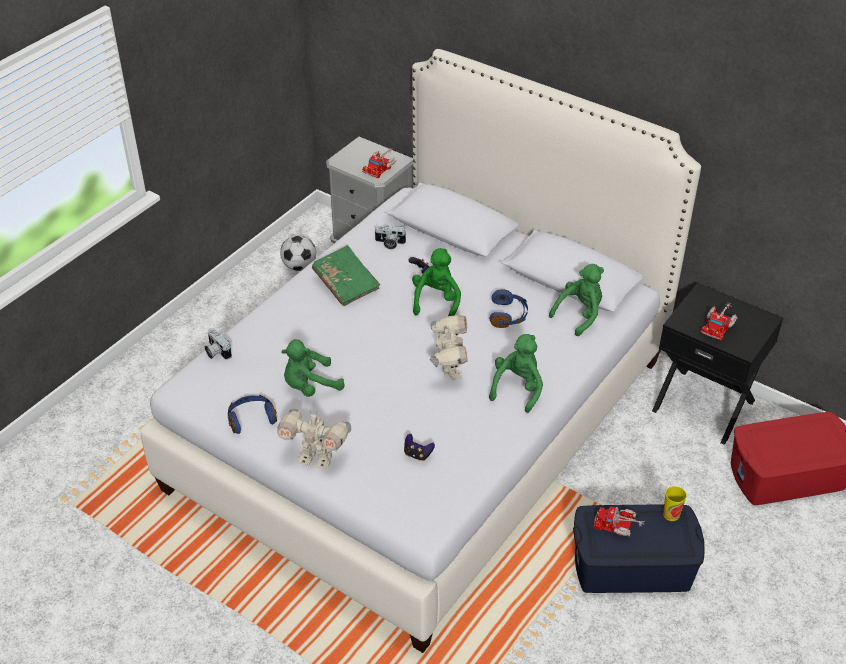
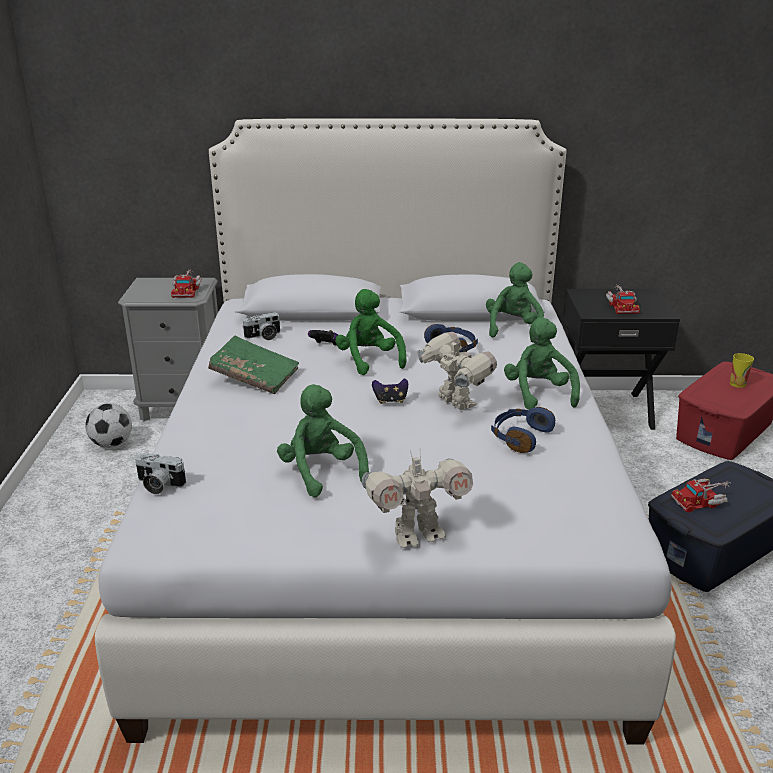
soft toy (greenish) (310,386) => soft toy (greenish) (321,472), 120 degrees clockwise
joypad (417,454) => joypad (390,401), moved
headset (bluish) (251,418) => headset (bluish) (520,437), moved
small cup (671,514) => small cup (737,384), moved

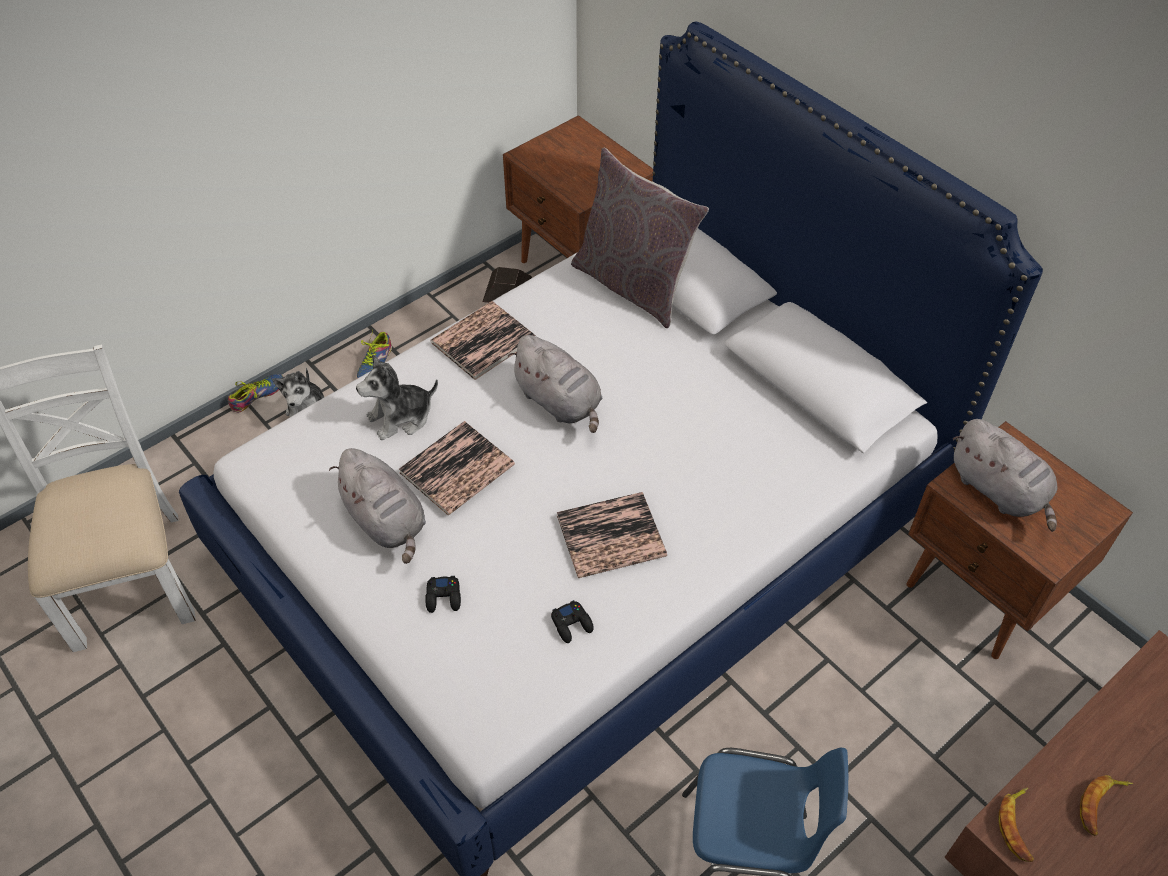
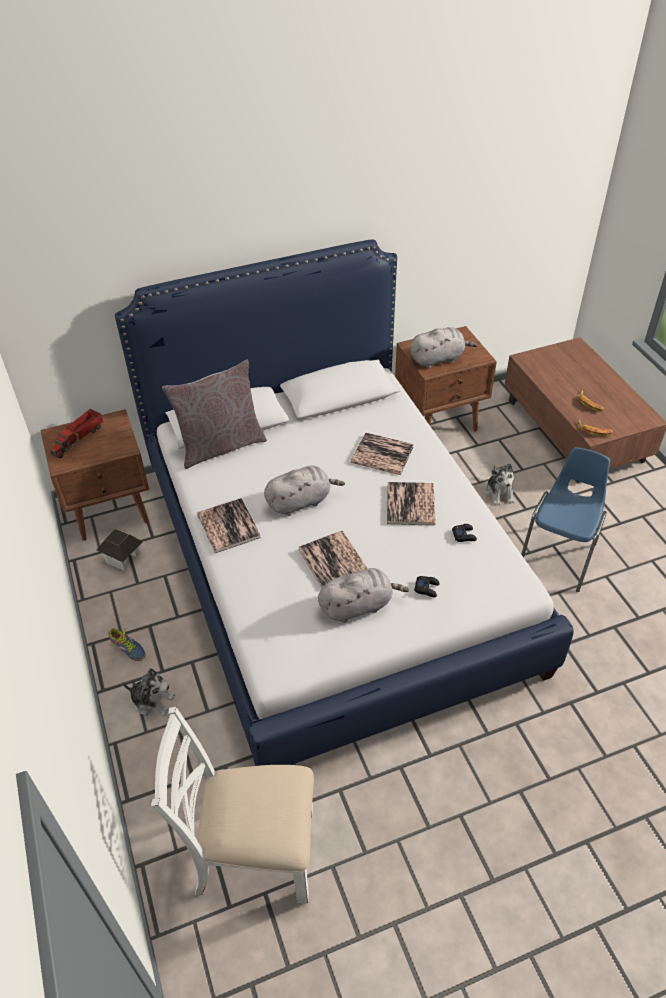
nothing => toy lorry (79,438)
nothing => bound book (382,455)
soft toy (401,418) => soft toy (499,493), moved
low shoe (259,396) => nothing

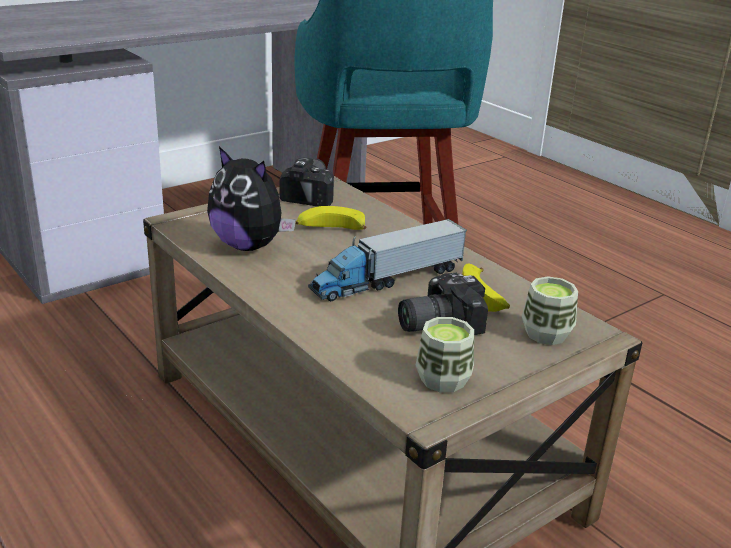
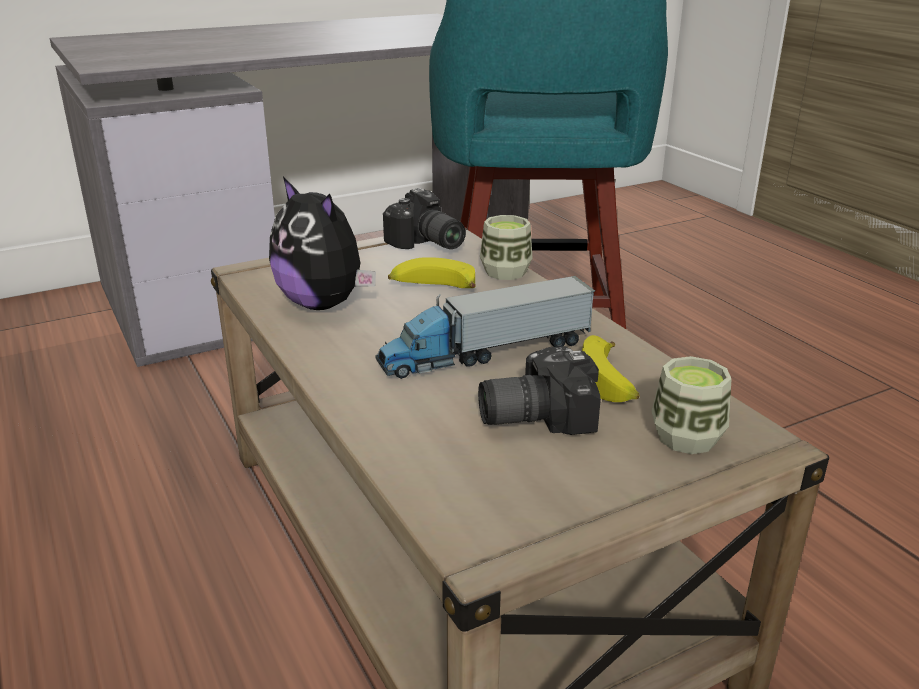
still camera (313,194) => still camera (425,244), 120 degrees clockwise
small cup (443,379) => small cup (505,272), moved

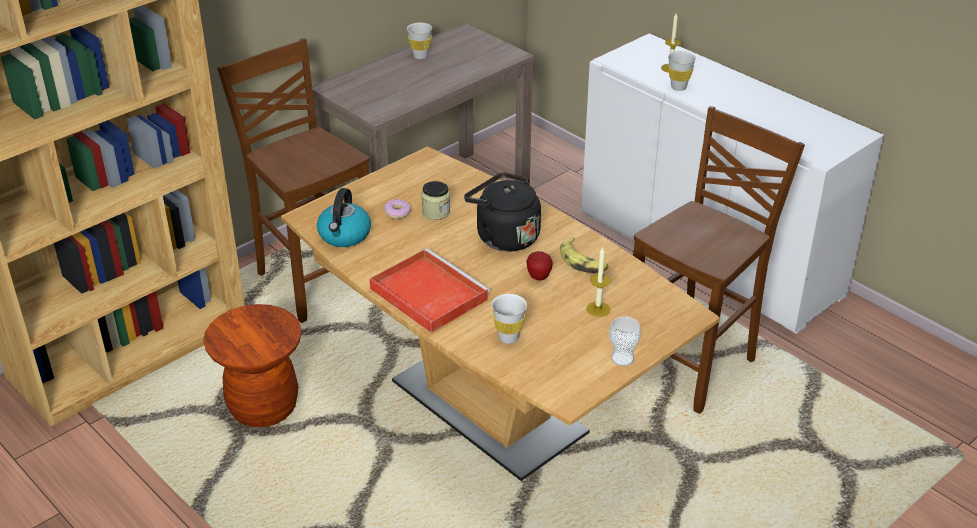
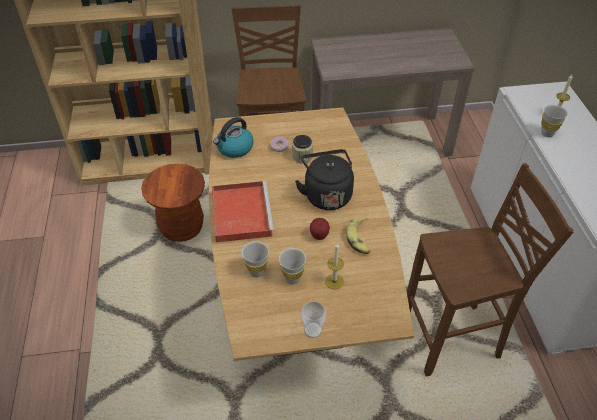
small cup (white-coloured) (420,56) => small cup (white-coloured) (292,278), moved

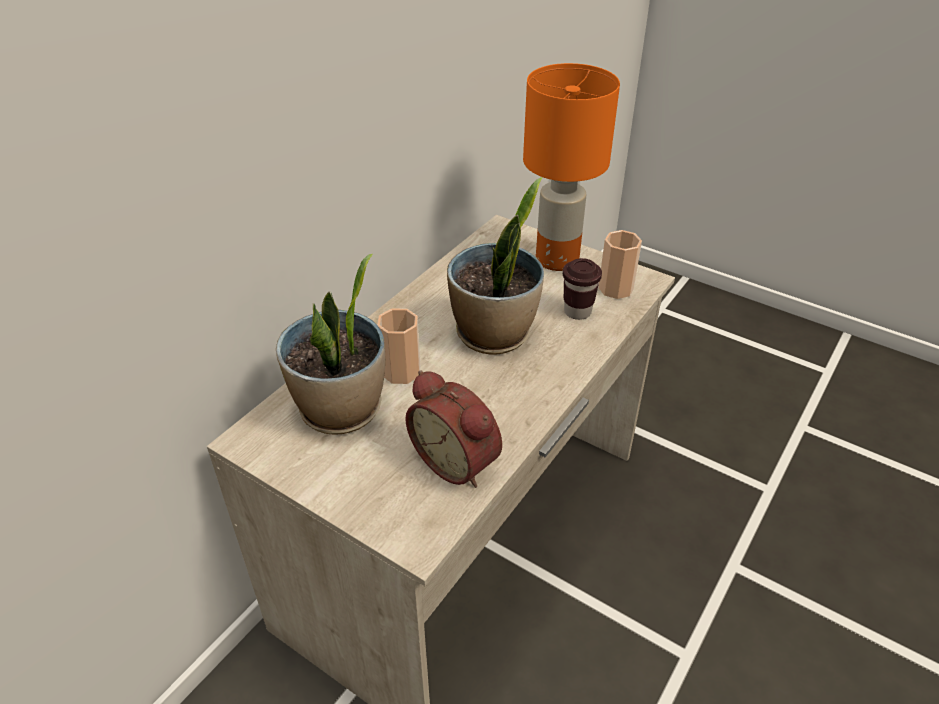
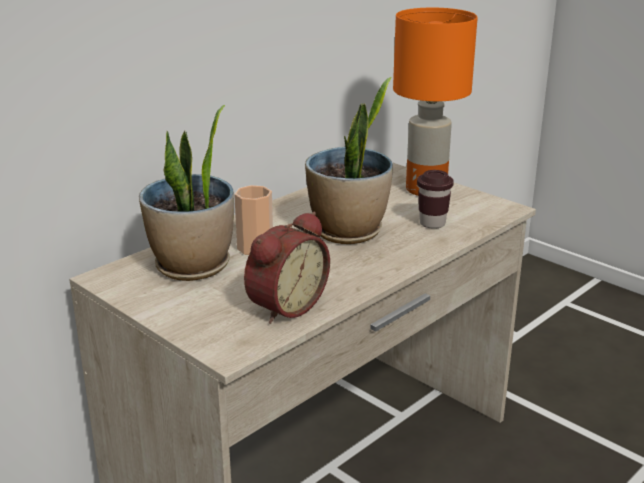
alarm clock (458,460) => alarm clock (284,306), 105 degrees counterclockwise
small cup (615,288) => nothing

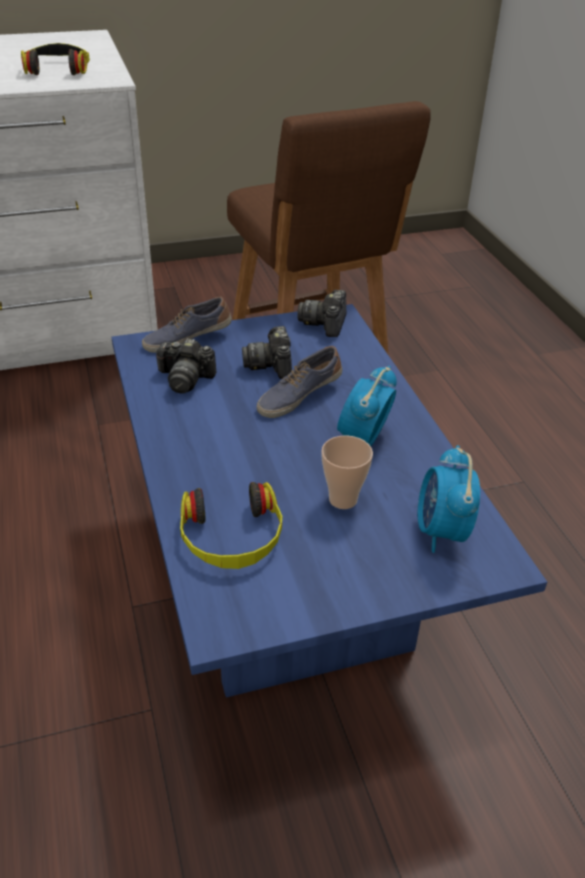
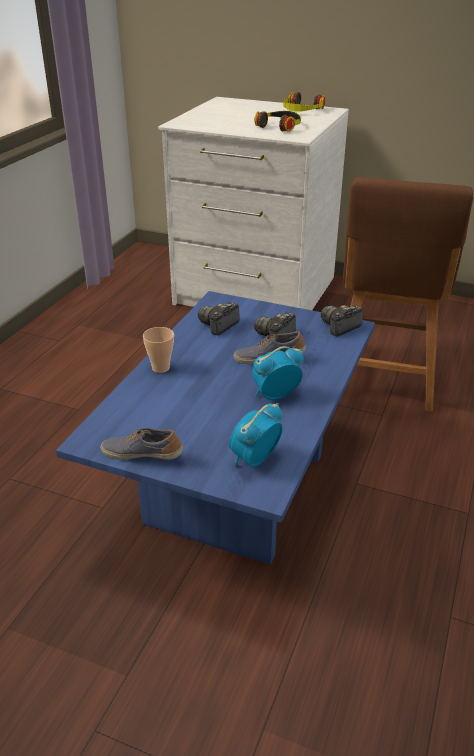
low shoe (187,338) => low shoe (142,454), moved
small cup (343,499) => small cup (160,368), moved
still camera (185,379) => still camera (219,325), 75 degrees clockwise
headset (232,537) => headset (302,110), moved

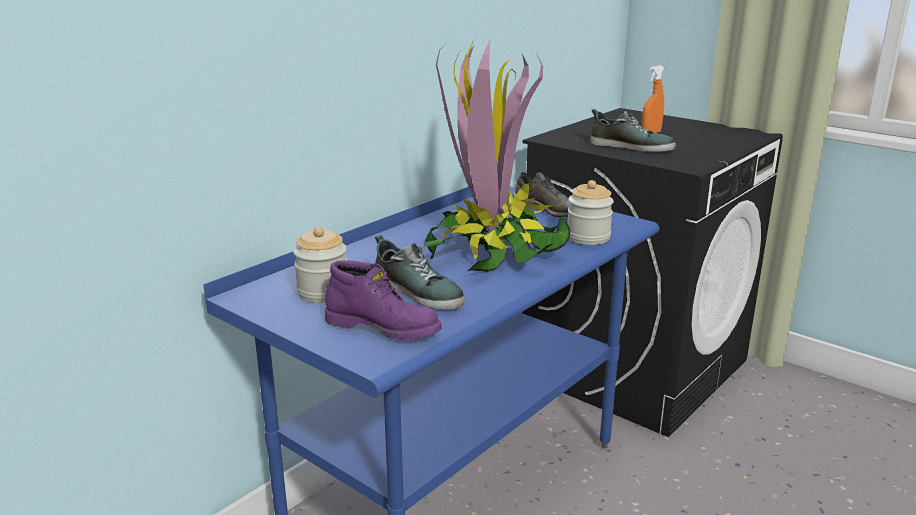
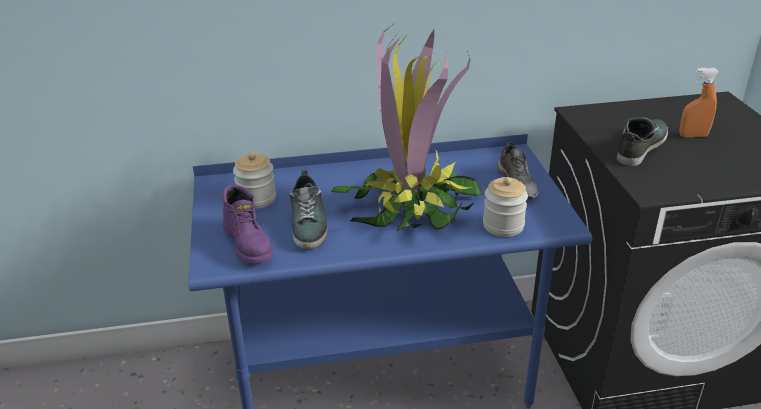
low shoe (631,146) => low shoe (640,146), 120 degrees counterclockwise

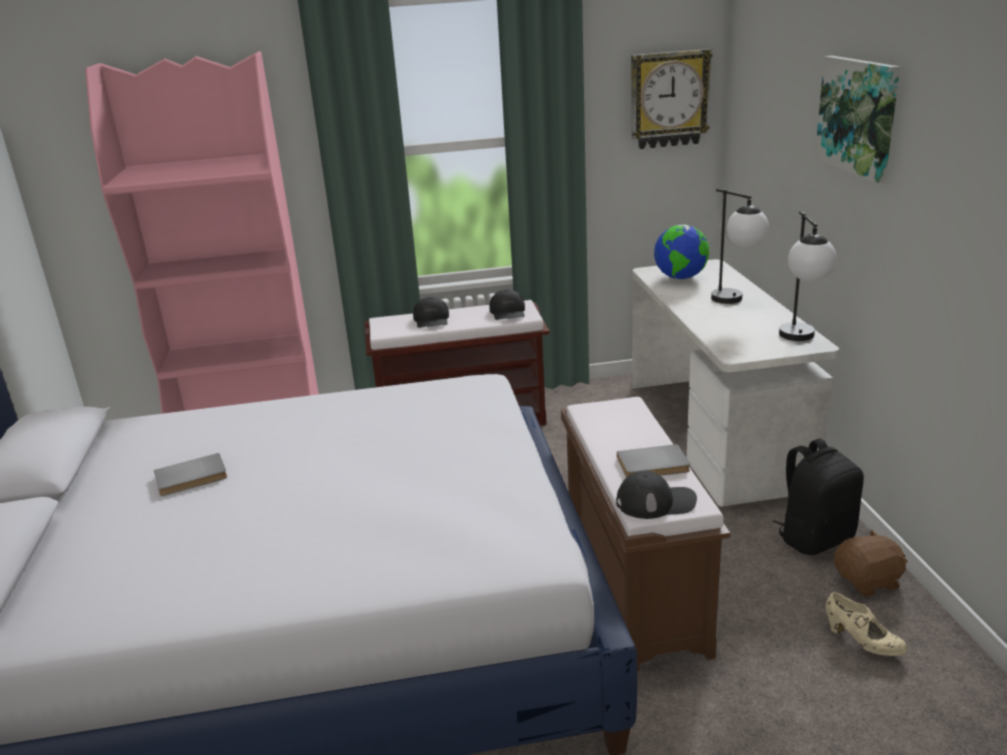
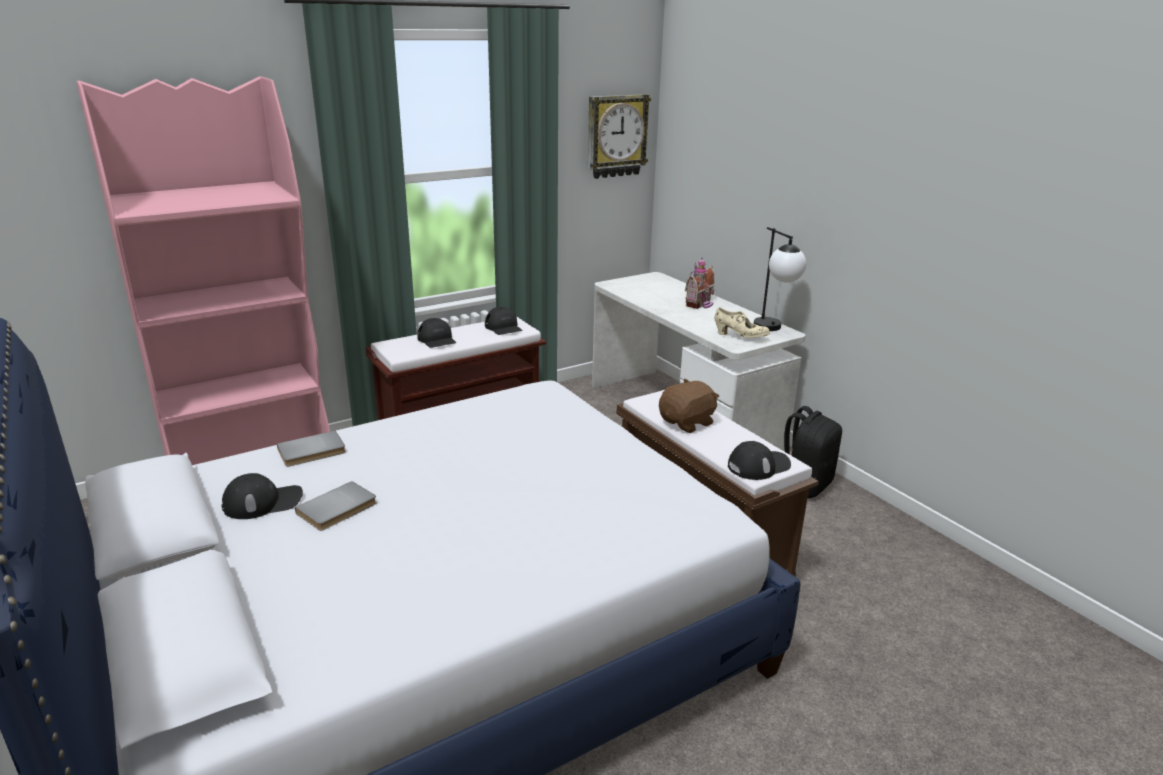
nothing => baseball cap (blackish) (263,502)
bound book (grey) (653,465) => bound book (grey) (312,452), moved
soft toy (brown-coloured) (868,581) => soft toy (brown-coloured) (687,423), moved
tabletop lamp (736,301) => model house (701,304)
low shoe (beige-coloured) (862,642) => low shoe (beige-coloured) (740,337), moved
desk globe (680,278) => nothing
wall picture (858,116) => nothing

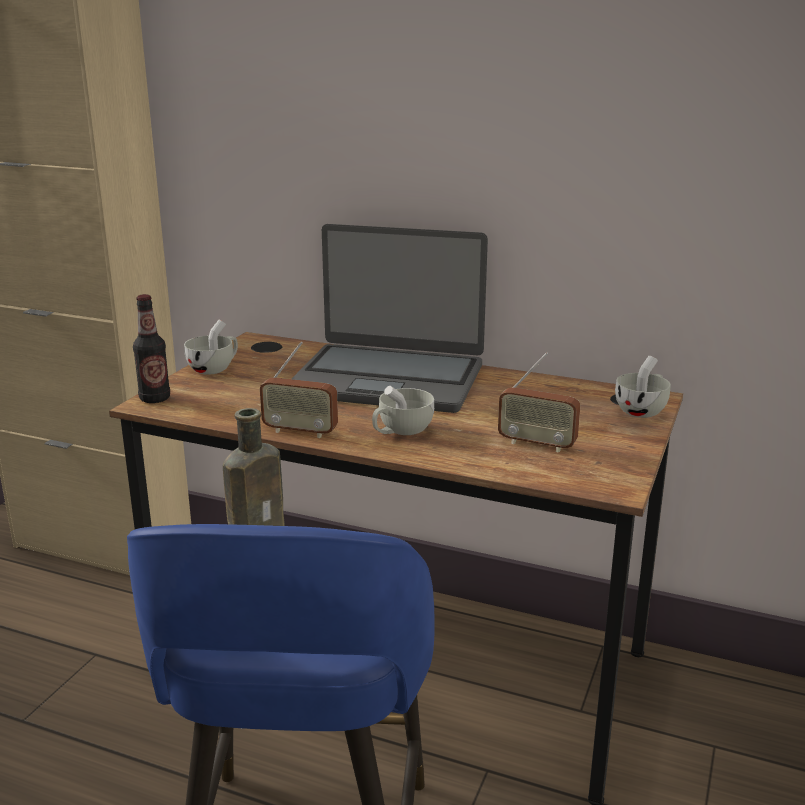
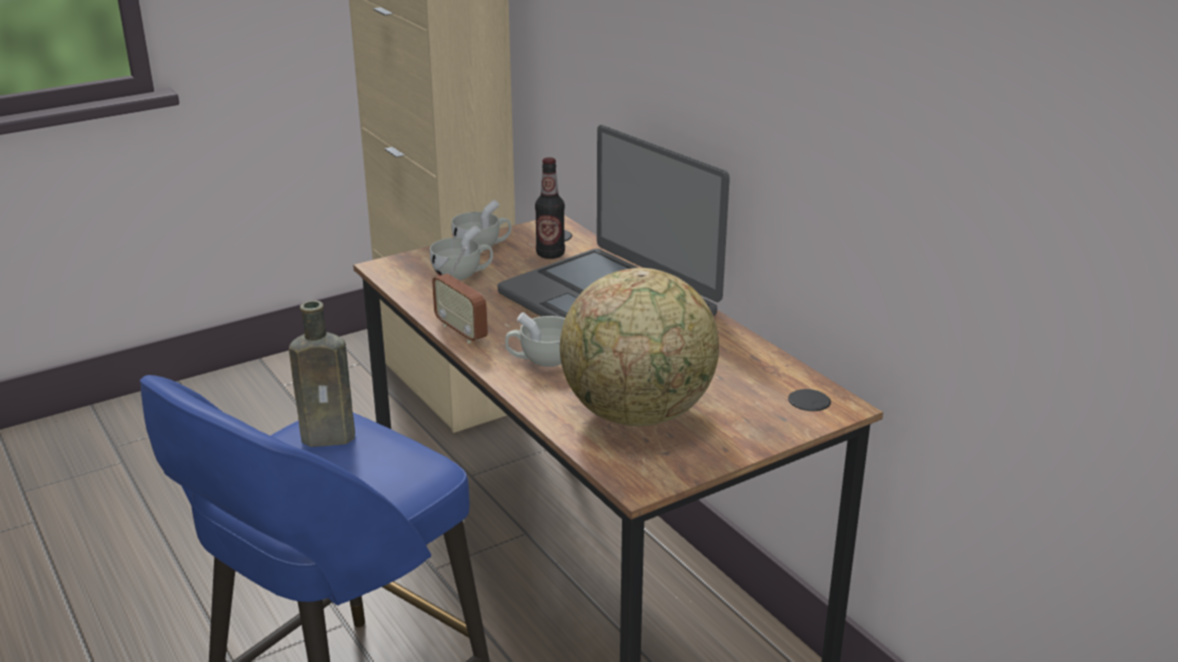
small cup (white-coloured) (643,410) => small cup (white-coloured) (462,274), moved
bottle (155,399) => bottle (550,254), moved
radio set (537,444) => desk globe (638,414)

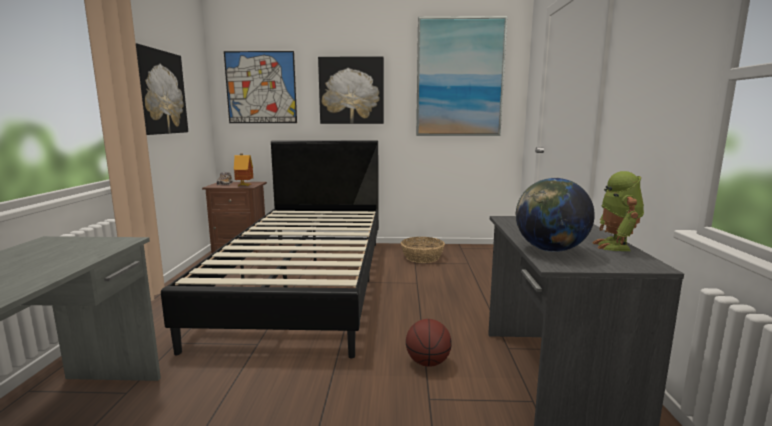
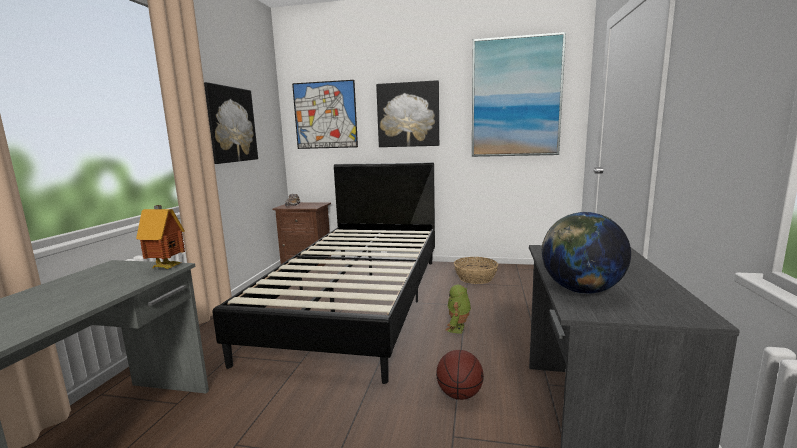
model house (244,186) => model house (167,267), moved
toy robot (616,246) => toy robot (458,329), moved

